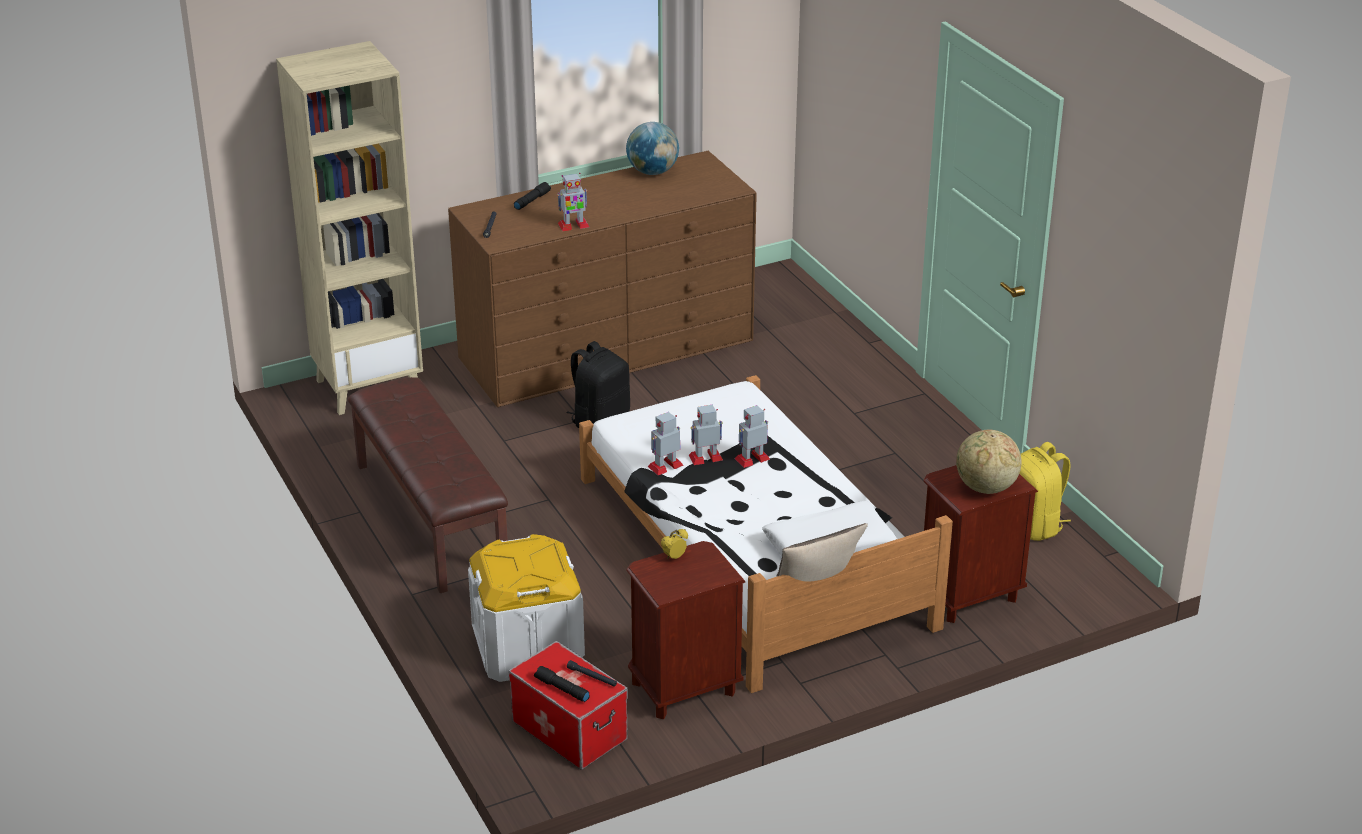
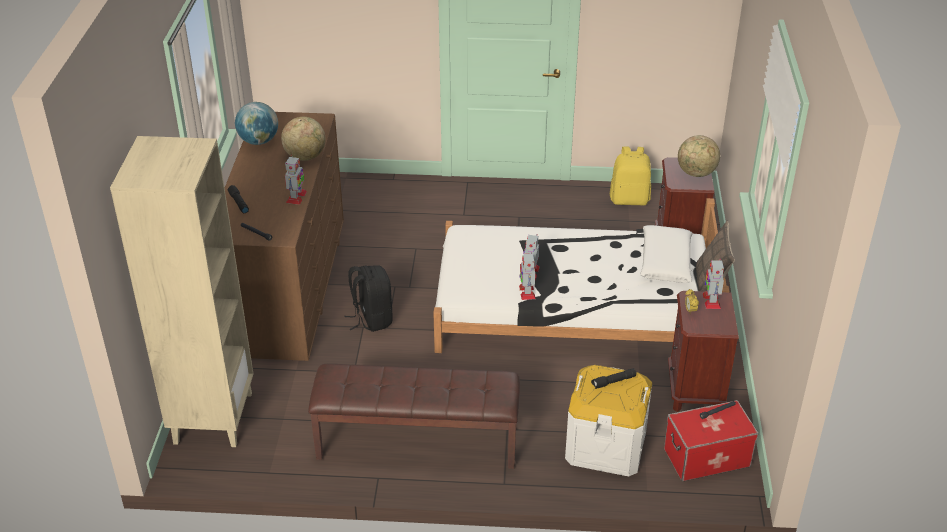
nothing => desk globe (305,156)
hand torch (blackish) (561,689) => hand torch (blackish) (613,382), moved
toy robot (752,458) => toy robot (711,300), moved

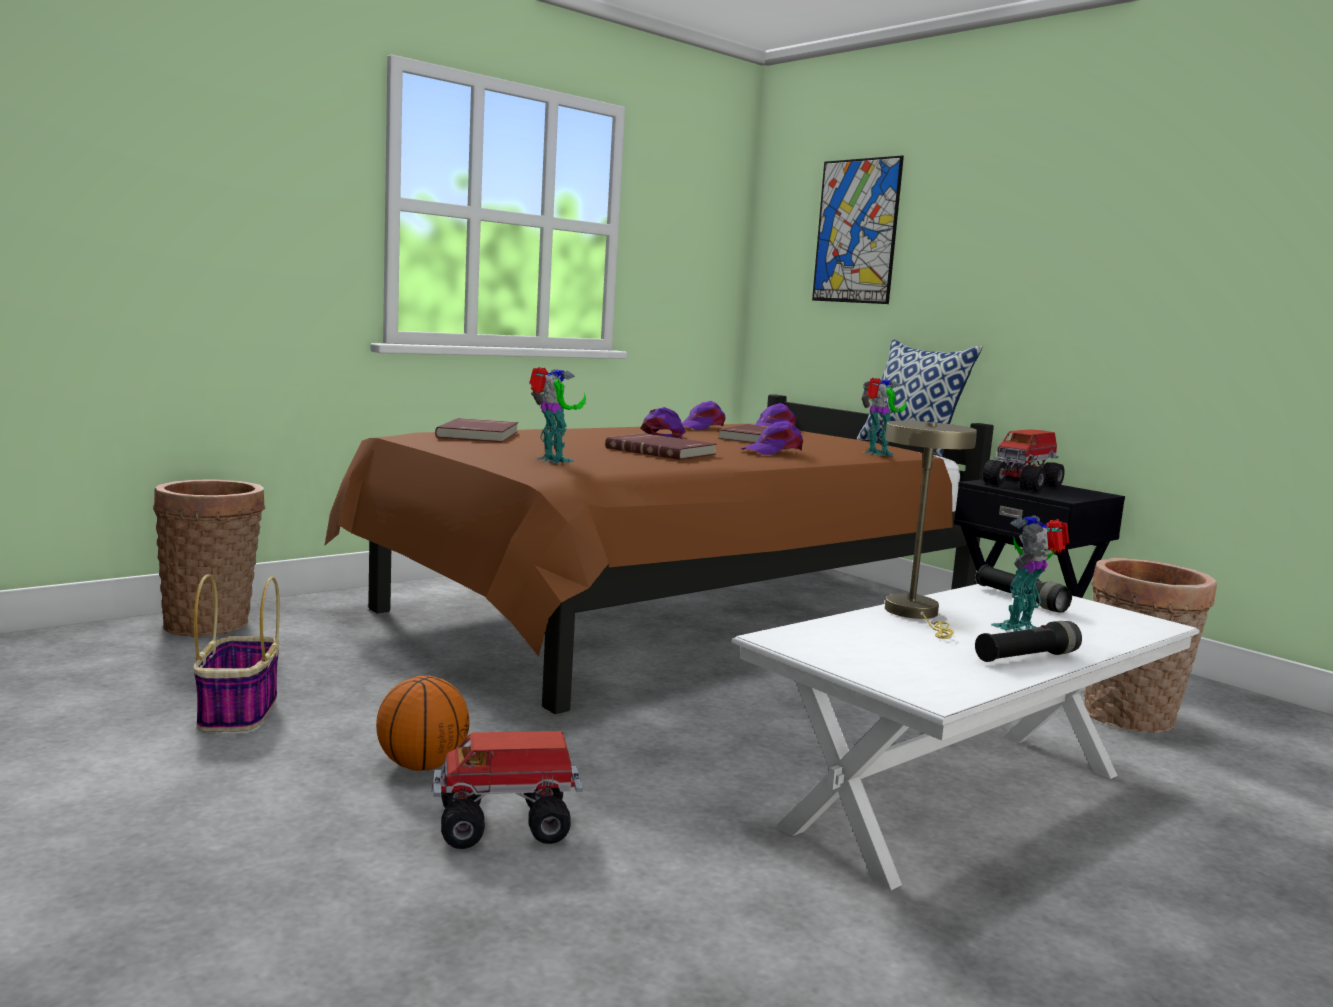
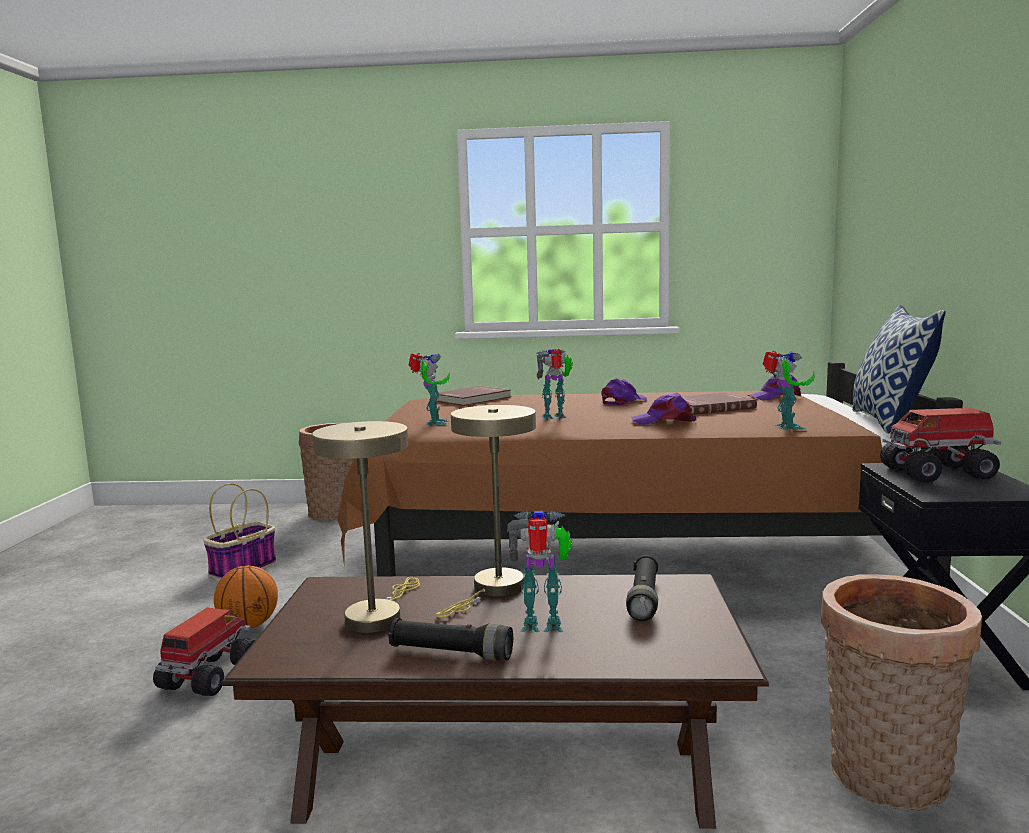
toy lorry (507,825) => toy lorry (207,677), 75 degrees clockwise
lounge table (white-coloured) (959,798) => lounge table (brown-coloured) (505,780)
nothing => tabletop lamp (beige-coloured) (377,615)
bound book (red-coloured) (662,451) => toy robot (555,417)
baseball cap (purple) (701,427) => nothing
wall picture (856,231) => nothing

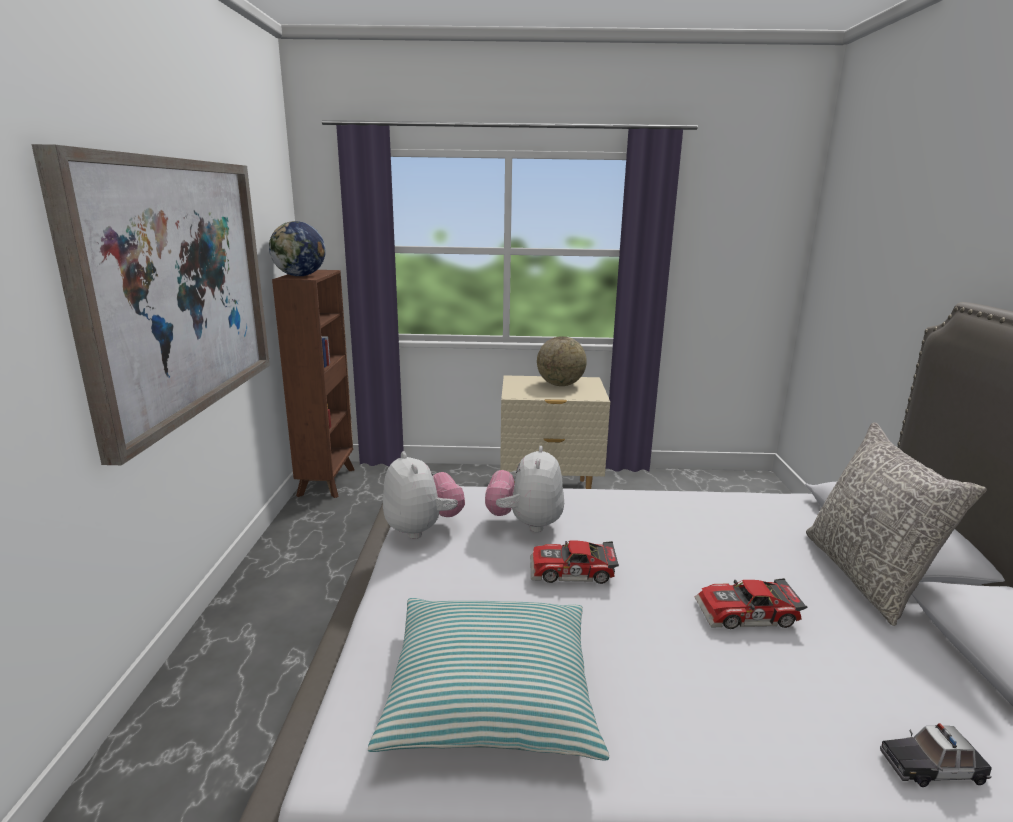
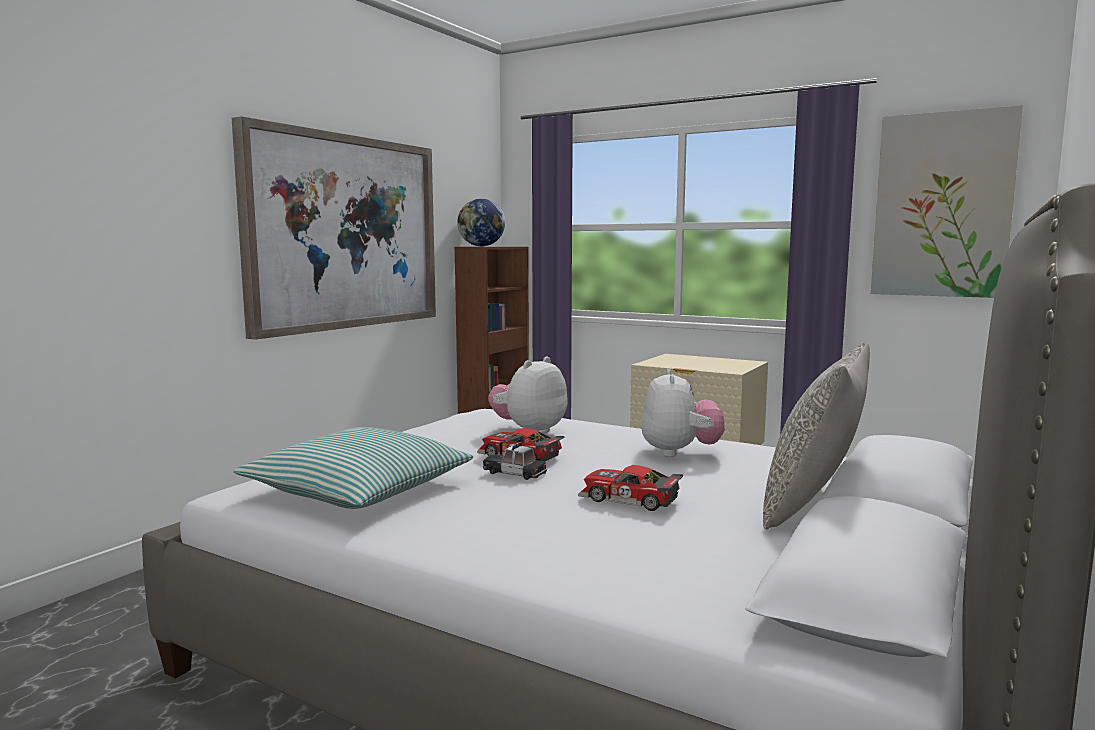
toy car (932,766) => toy car (515,472), moved
soft toy (422,529) => soft toy (679,452), moved
nothing => wall picture (942,205)
desk globe (560,385) => nothing

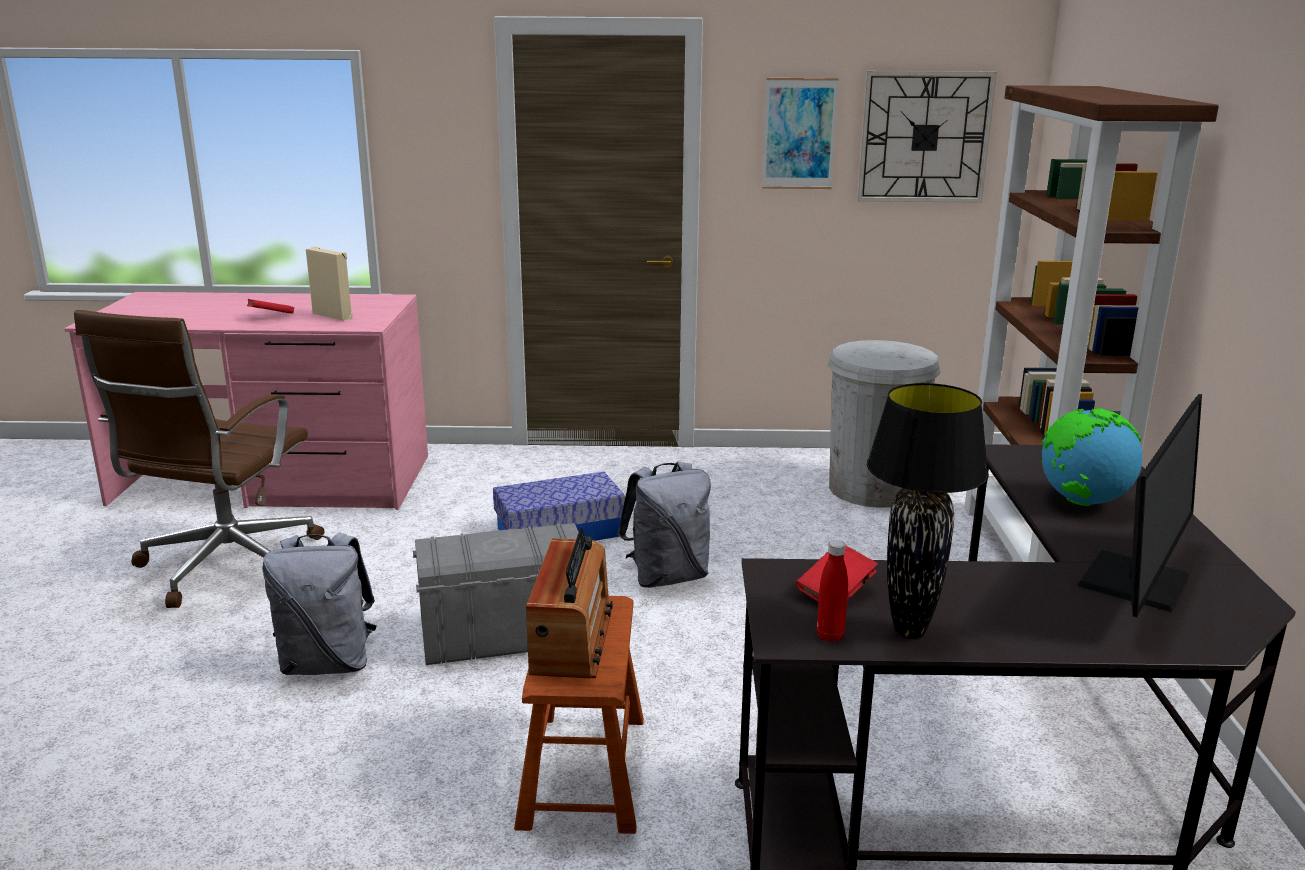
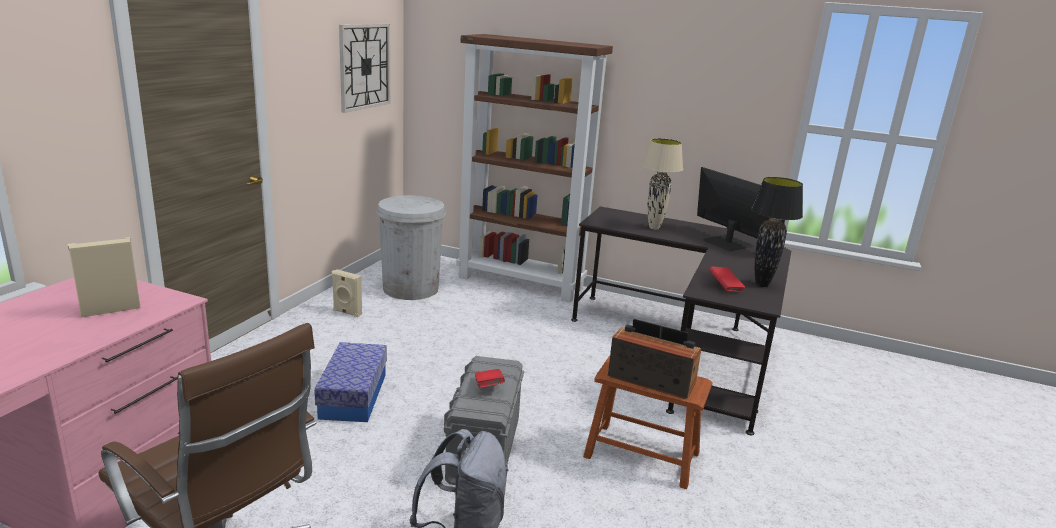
nothing => loudspeaker (beige-coloured) (346,312)
bound book (red-coloured) (271,317) => bound book (red-coloured) (488,387), moved
desk globe (1082,501) => tabletop lamp (beige-coloured) (654,228)
knapsack (grey) (667,577) => nothing
wall picture (799,134) => nothing
bottle (red-coloured) (830,636) => nothing

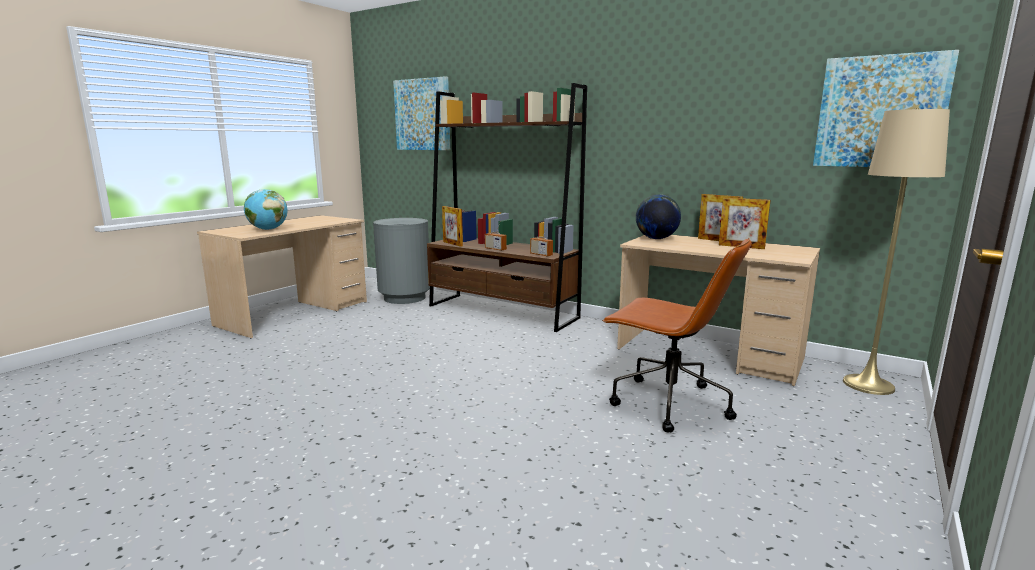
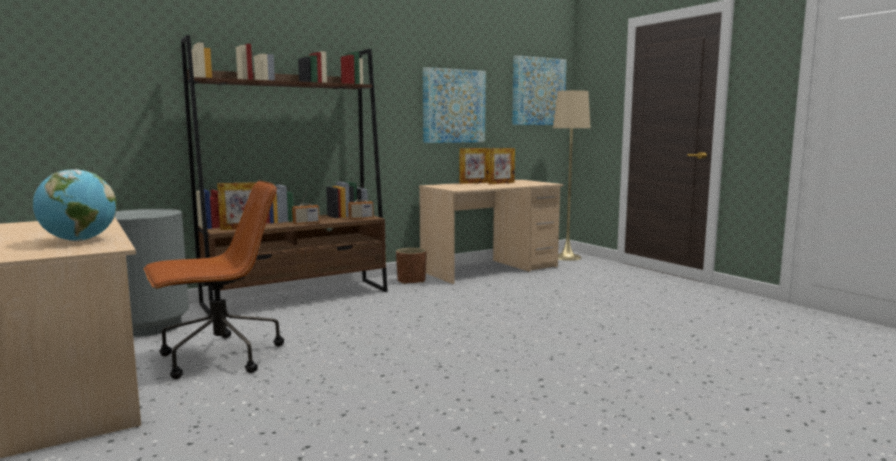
computer chair (brown-coloured) (667,403) => computer chair (brown-coloured) (219,357), moved
nothing => plant pot (brown-coloured) (411,281)
wall picture (422,115) => wall picture (453,106), moved
desk globe (656,239) => nothing

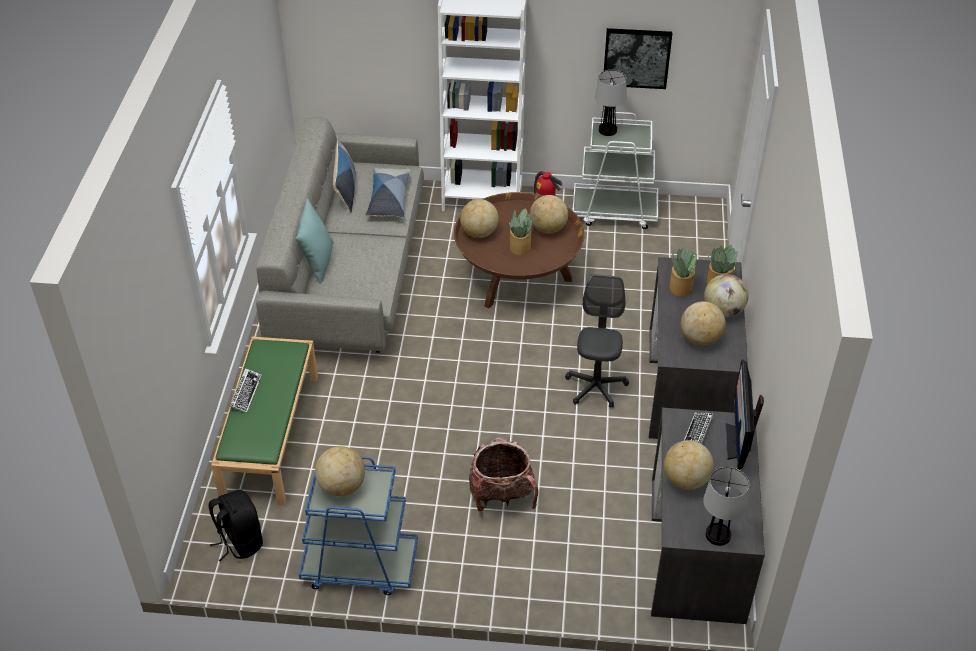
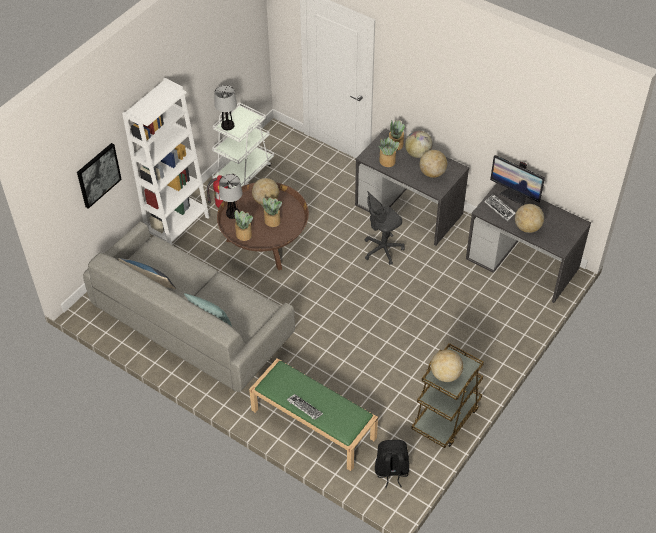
wall picture (636,57) => wall picture (98,175), moved
tabletop lamp (718,535) => tabletop lamp (233,213), moved
desk globe (479,233) => potted plant (243,234)
computer chair (grey) (596,387) => computer chair (grey) (382,250), 75 degrees counterclockwise
wheeled cart (bluish) (359,566) => wheeled cart (brown-coloured) (446,417)
throw pillow (388,199) => nothing
knapsack (501,495) => nothing

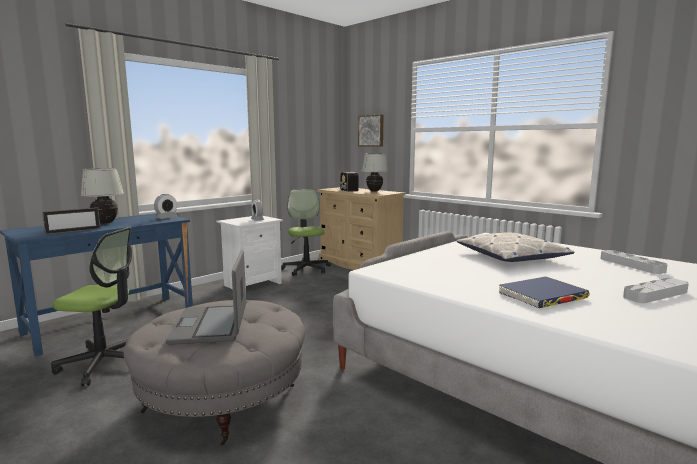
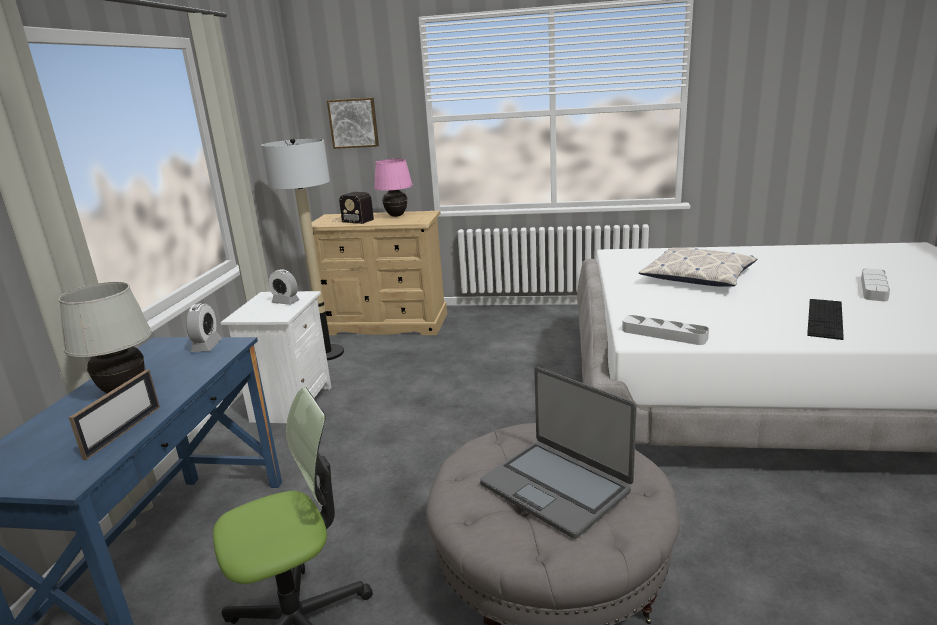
computer chair (306,269) => standard lamp (326,353)
tabletop lamp (white-coloured) (374,191) => tabletop lamp (pink) (396,216)
serving tray (grey) (631,265) => serving tray (grey) (664,334), moved
bound book (bluish) (542,296) => PC keyboard (825,318)

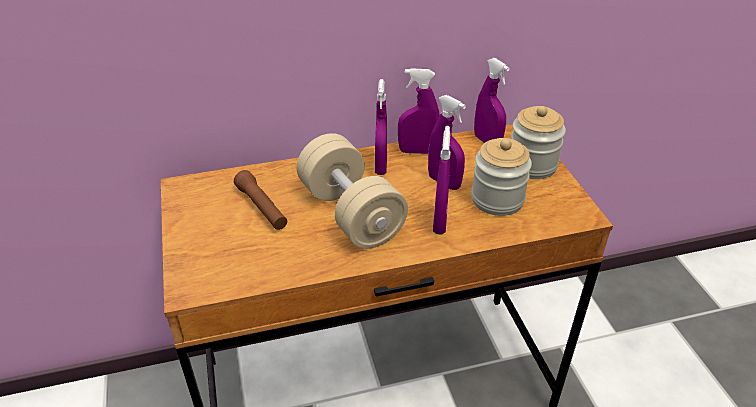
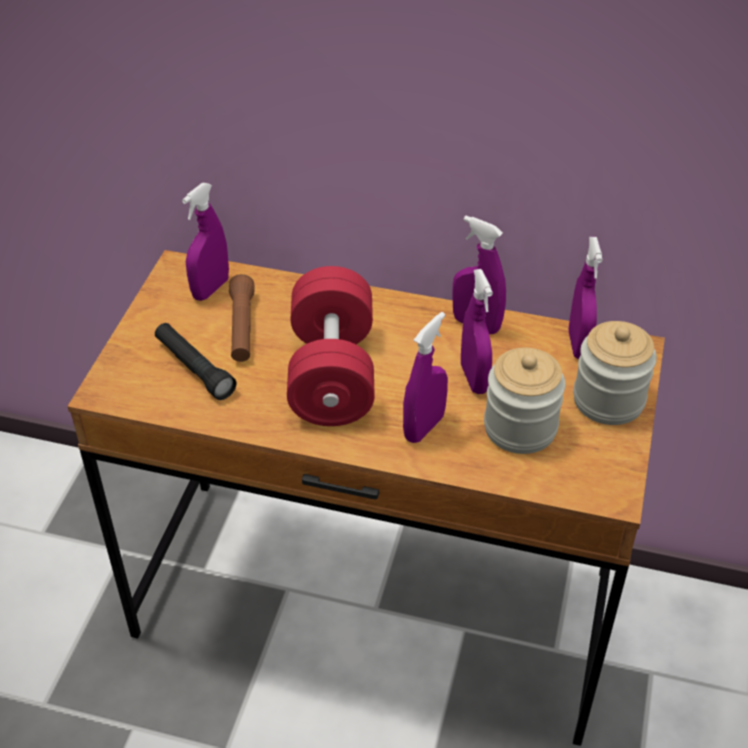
nothing => hand torch (blackish) (194,368)
sprayer (purple) (381,166) => sprayer (purple) (210,289), moved
free weight (beige-coloured) (351,213) => free weight (red-coloured) (332,374)

